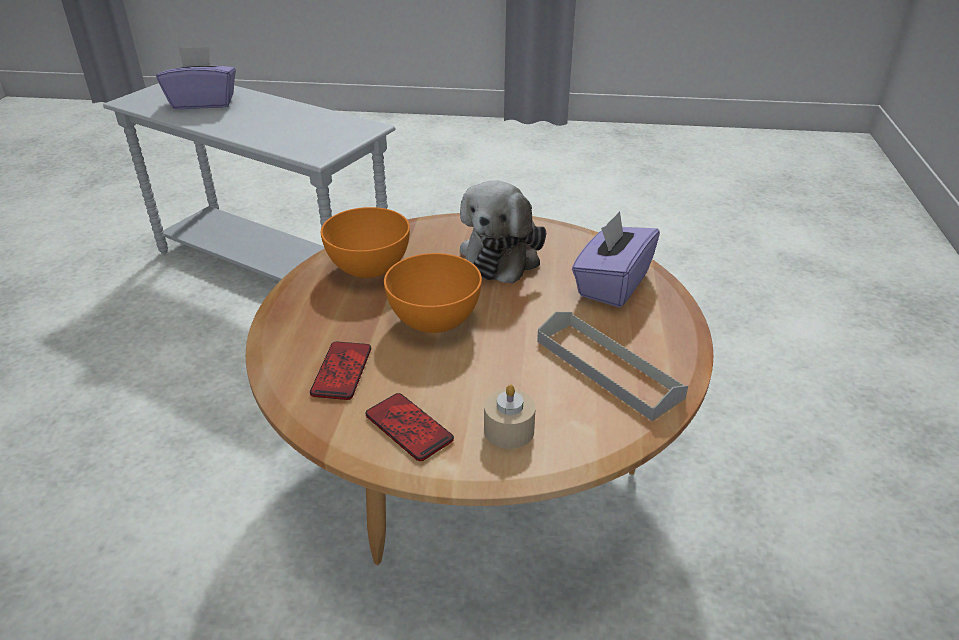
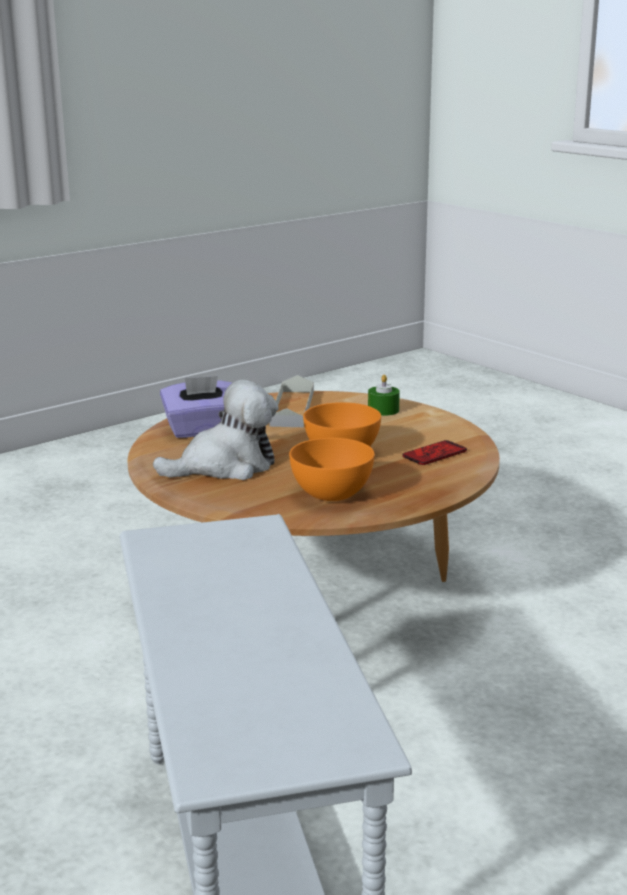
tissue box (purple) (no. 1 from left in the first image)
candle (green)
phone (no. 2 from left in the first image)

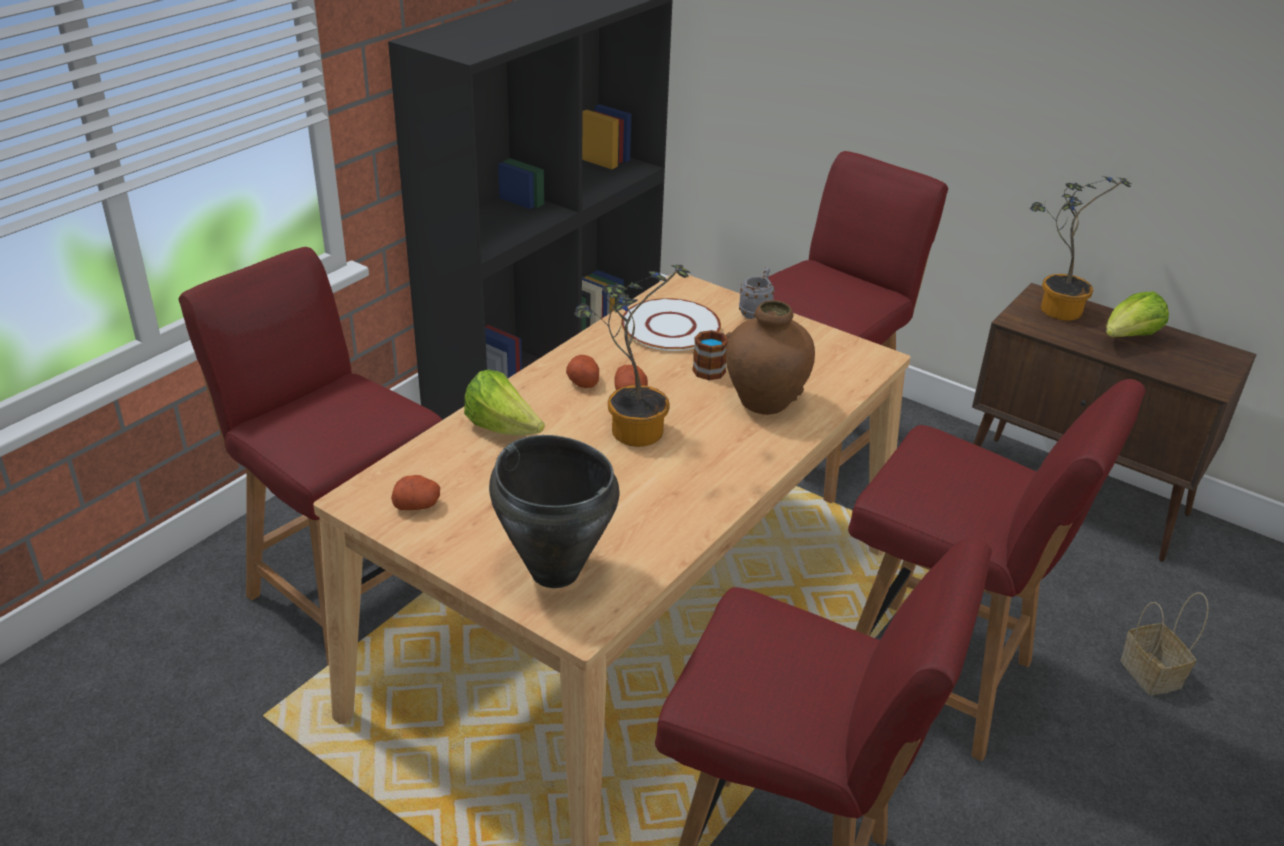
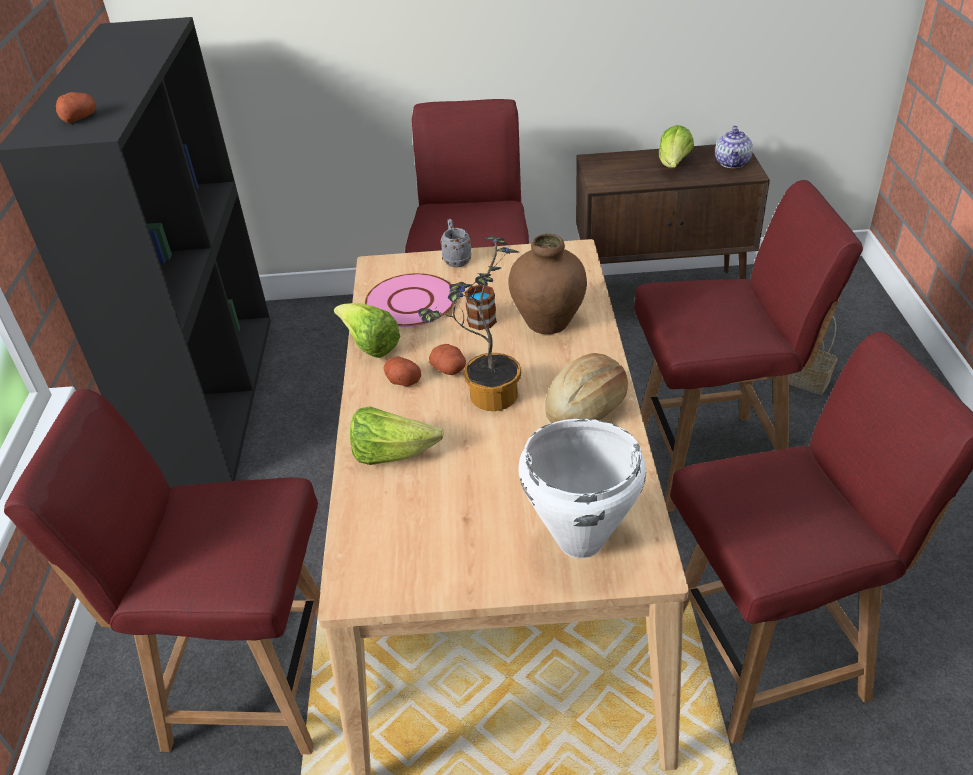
potted plant (no. 2 from left in the first image)
plate (pink)
cooking pot (white)
potato (no. 1 from left)
teapot
lettuce (no. 1 from left)
bread

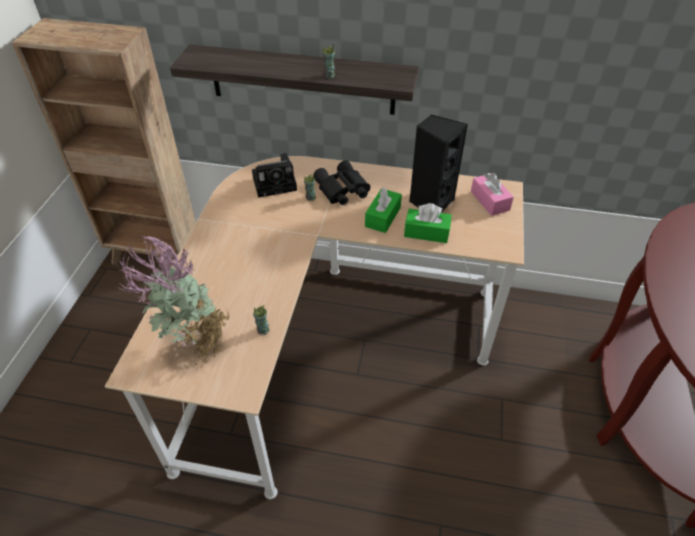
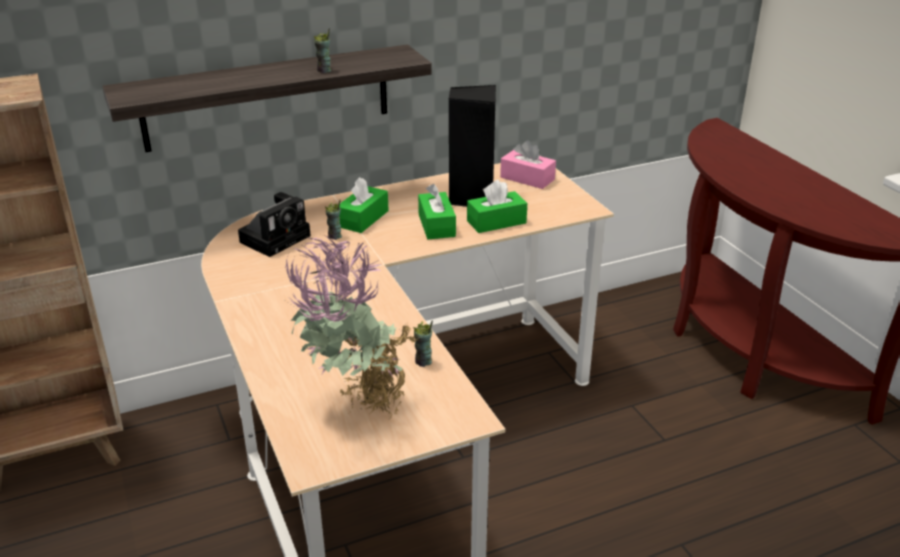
tissue box (green) (no. 1 from left)

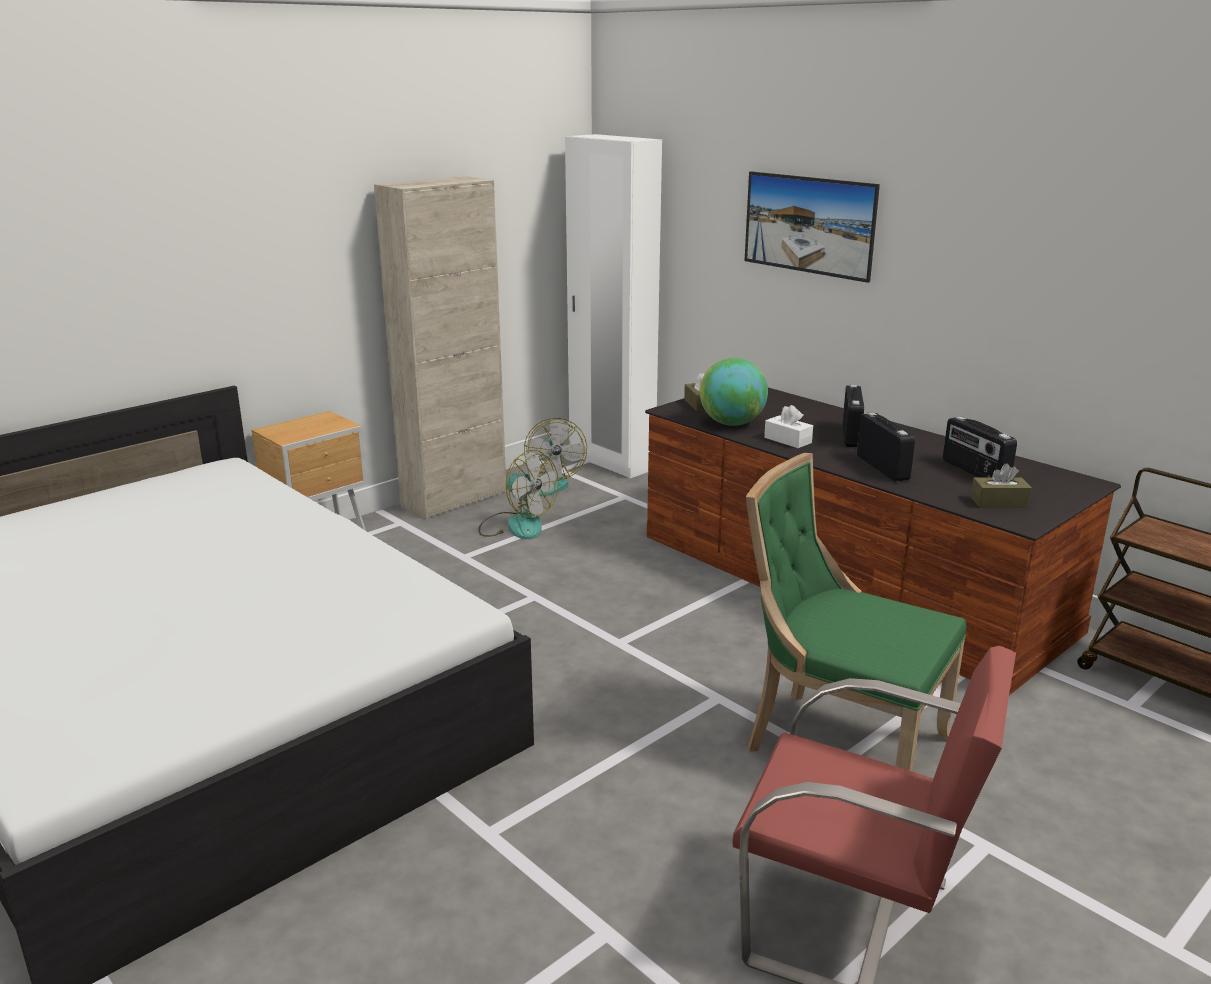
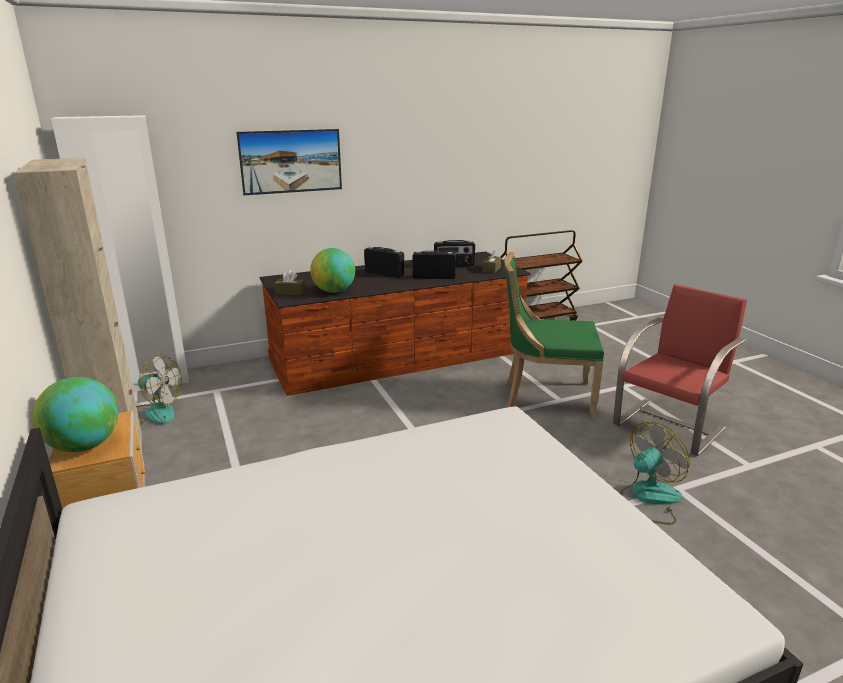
tissue box (white)
fan (no. 2 from left)
chair (green)
globe (no. 1 from left)

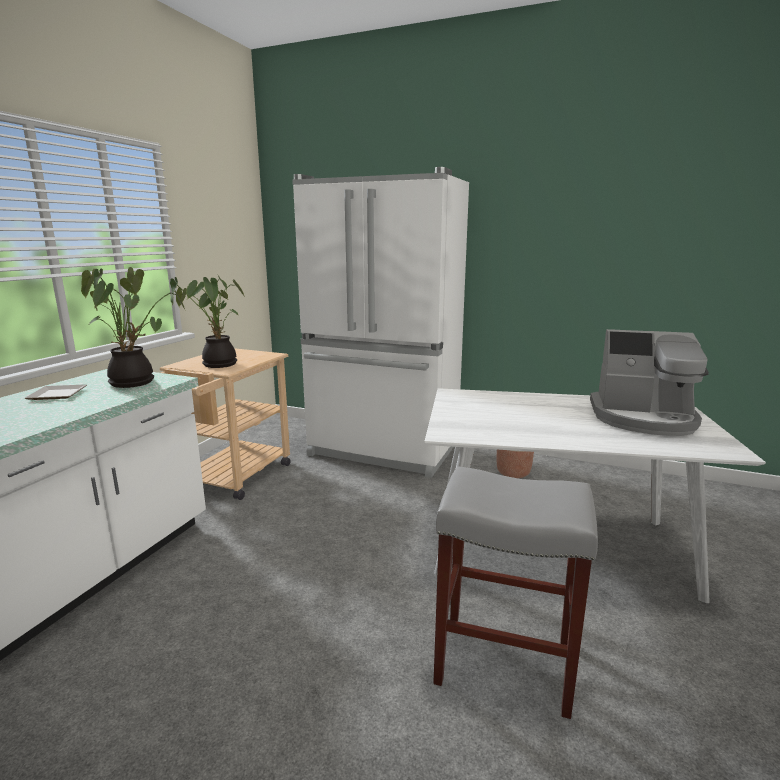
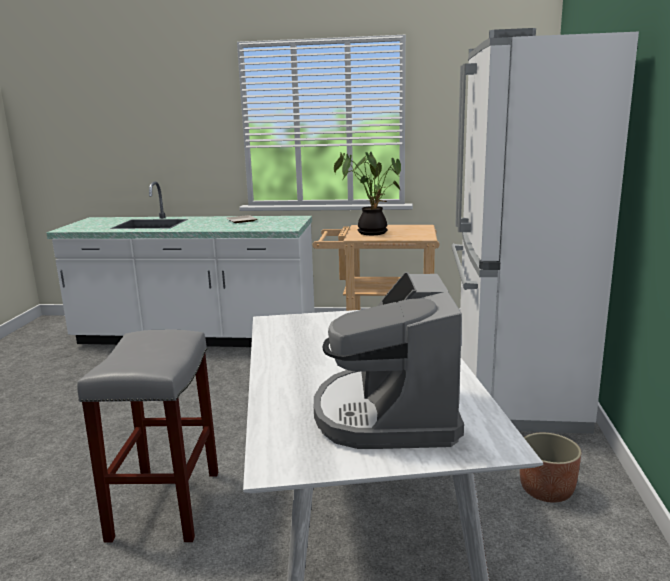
potted plant (no. 1 from left in the first image)

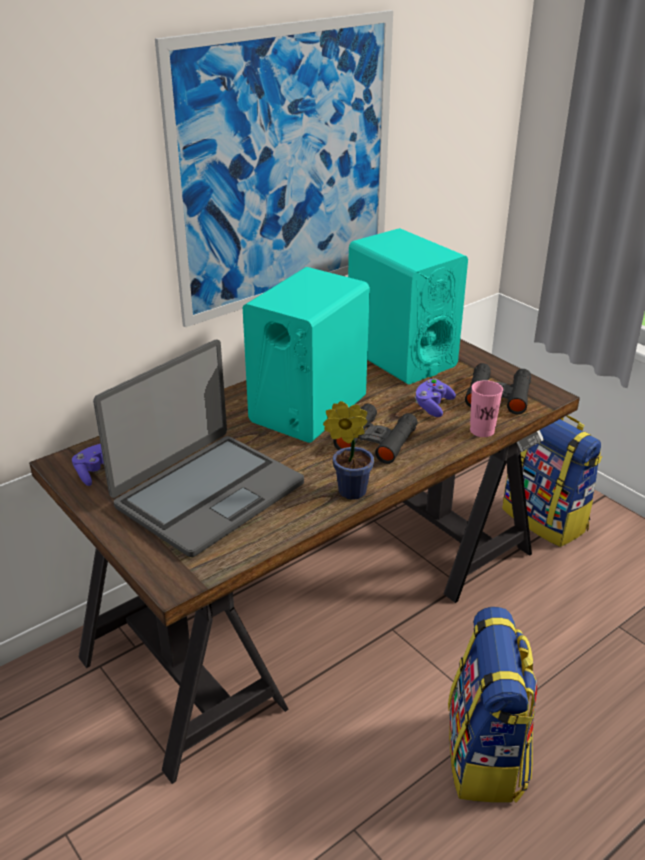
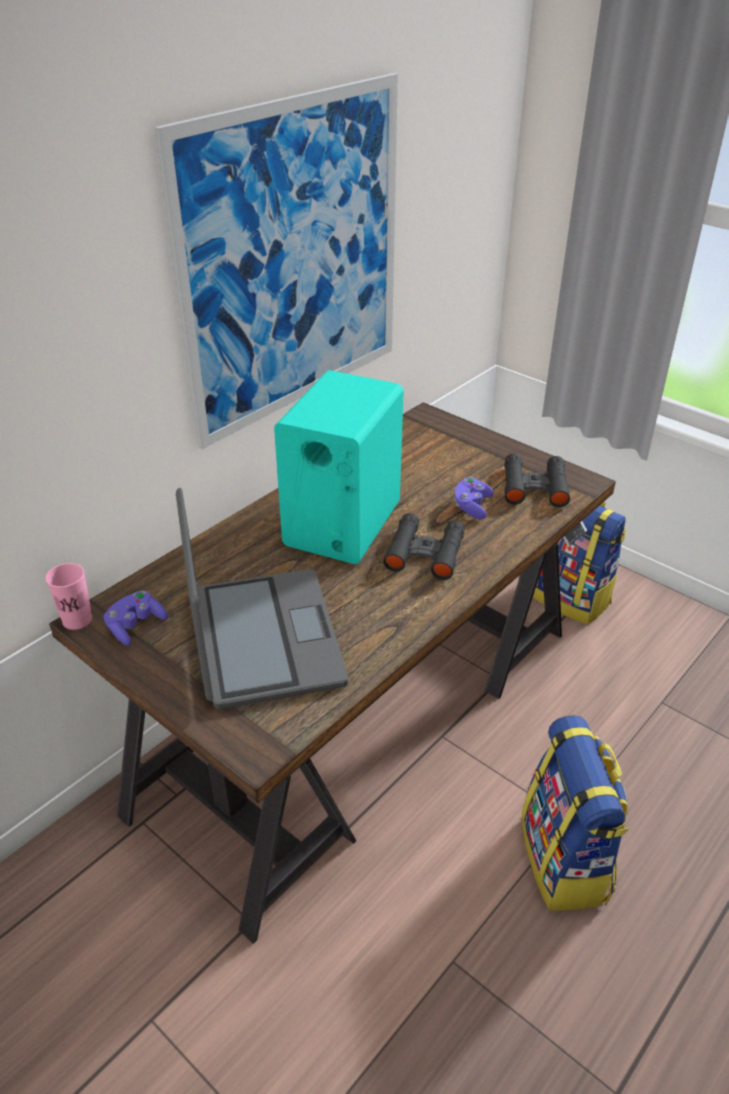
speaker (turquoise) (no. 2 from left in the first image)
laptop
cup (pink)
potted plant

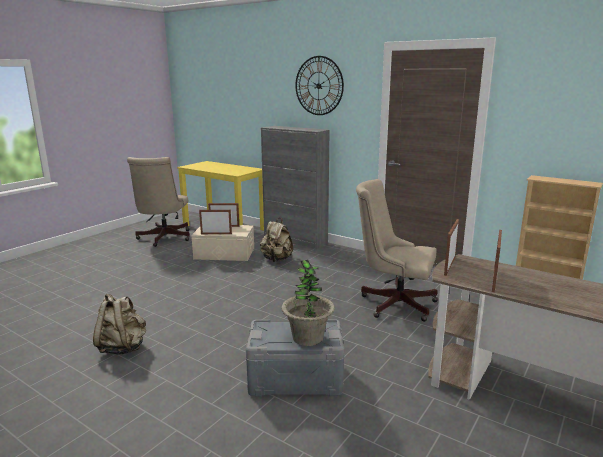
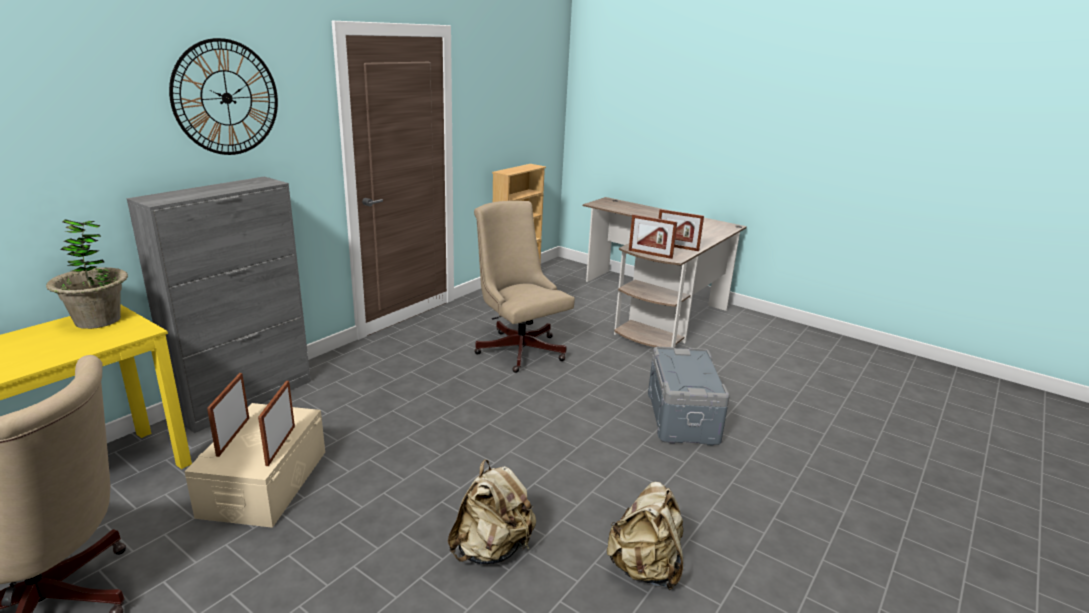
office chair (beige) (no. 2 from left)
backpack (beige) (no. 1 from left)
potted plant

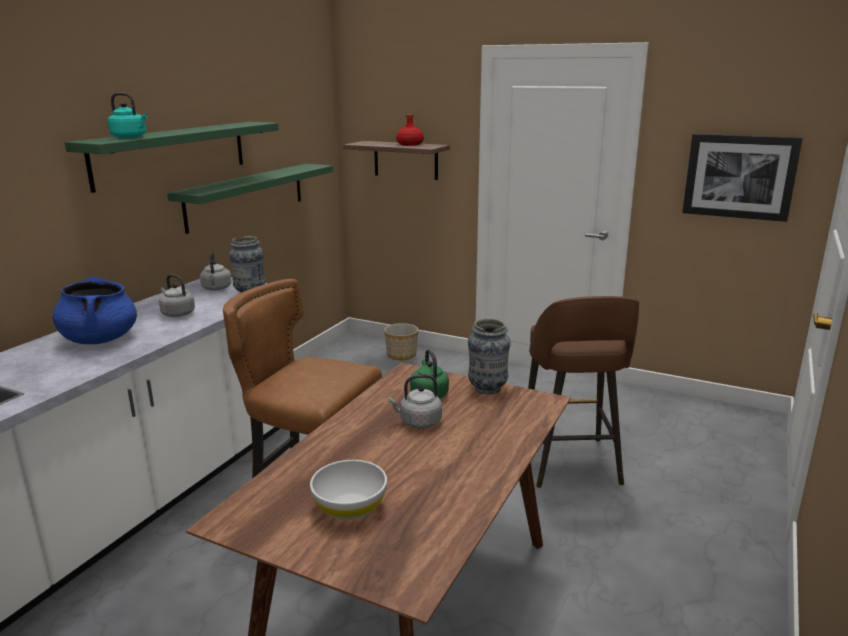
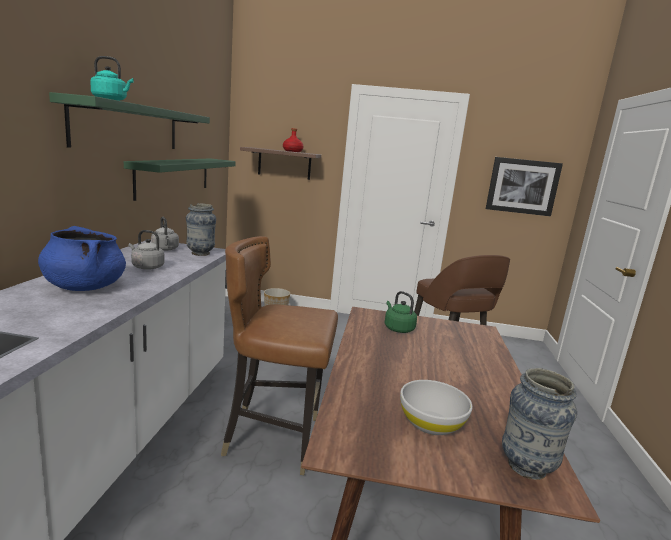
vase (no. 2 from left)
kettle (grey) (no. 3 from left in the first image)

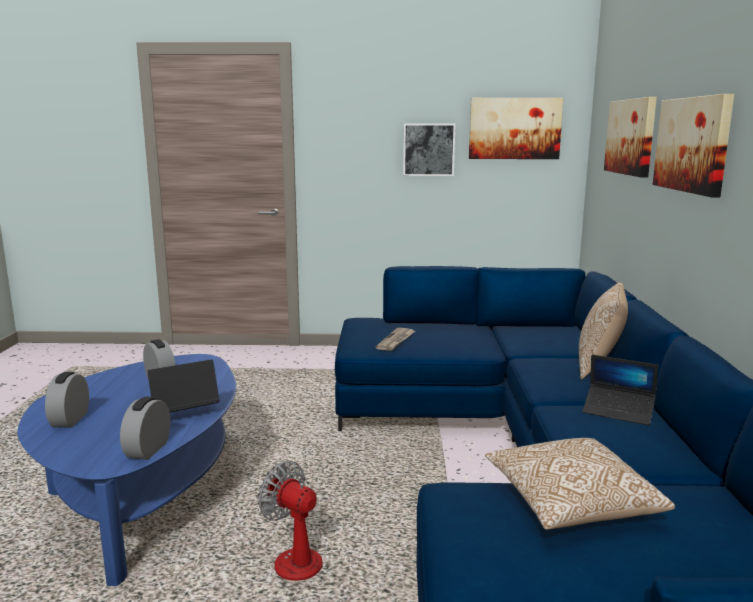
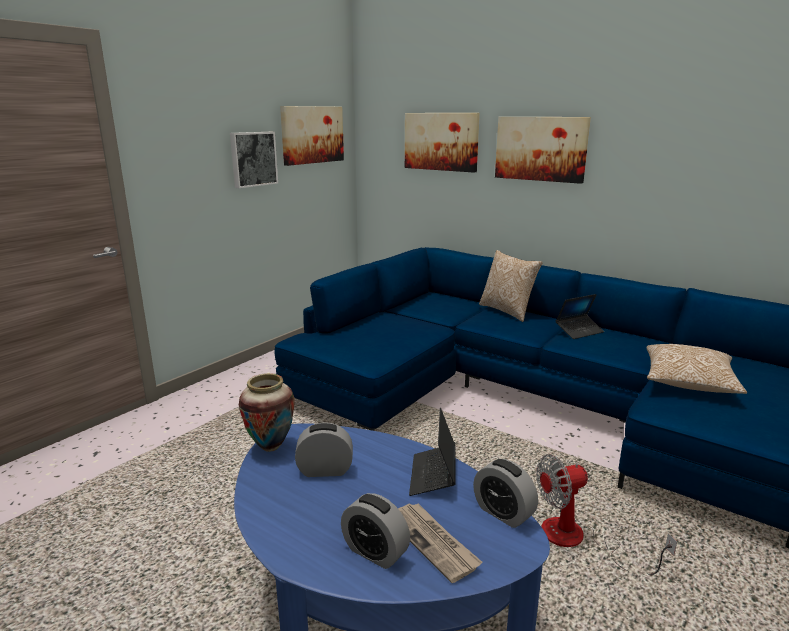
newspaper
vase

